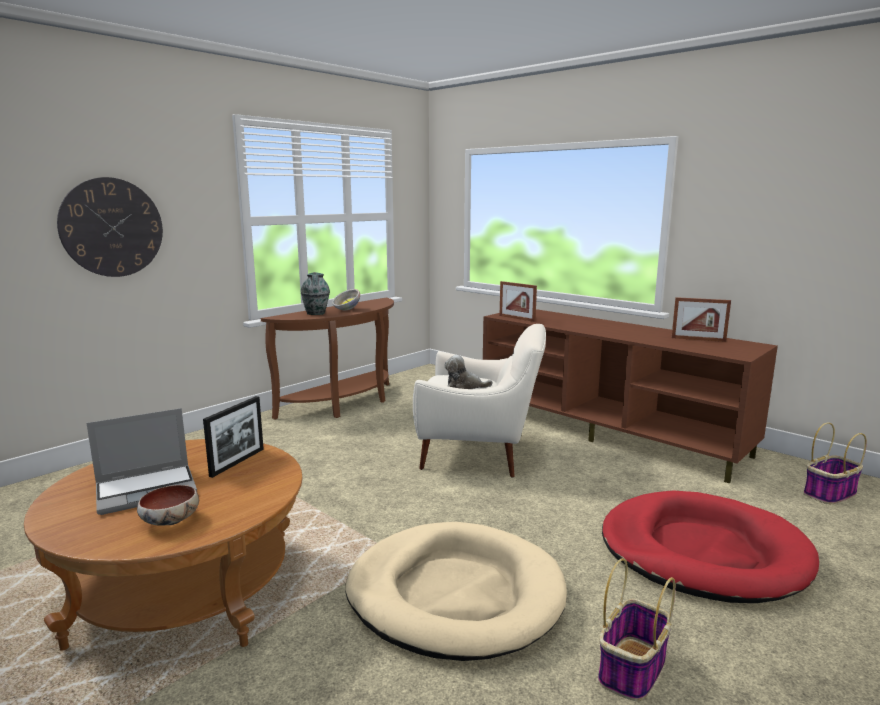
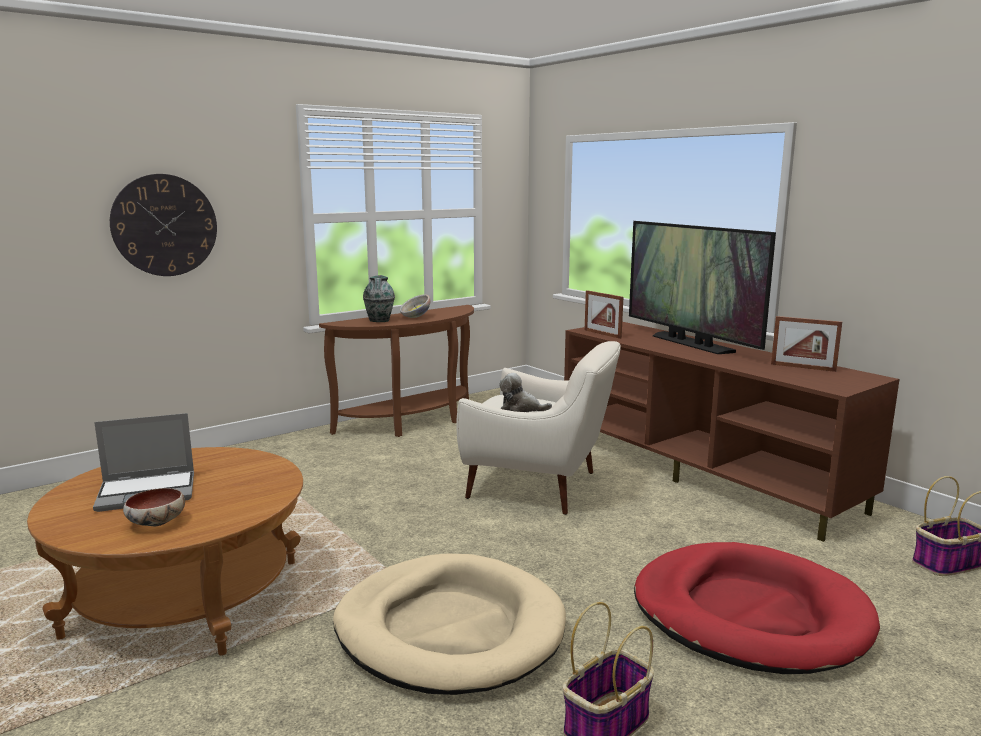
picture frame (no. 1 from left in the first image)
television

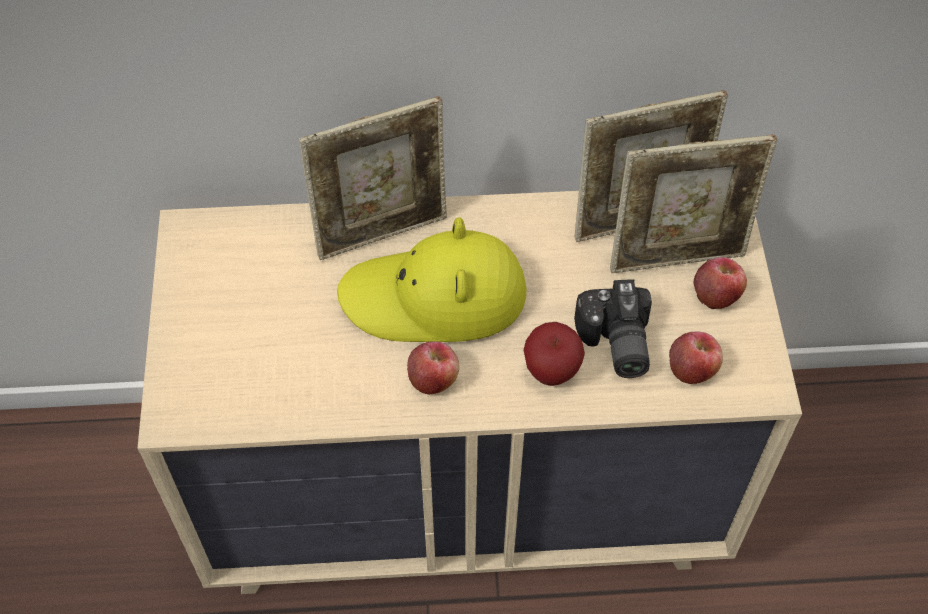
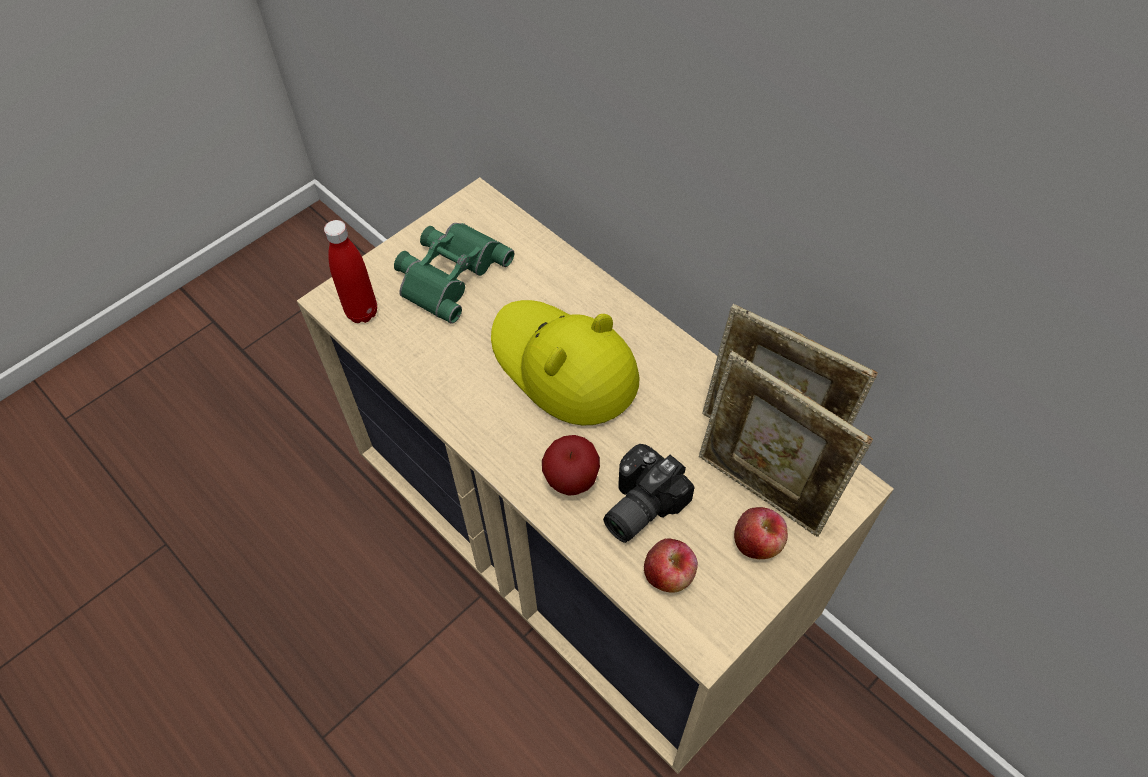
picture frame (no. 1 from left in the first image)
apple (no. 1 from left in the first image)
bottle (red)
binoculars (green)

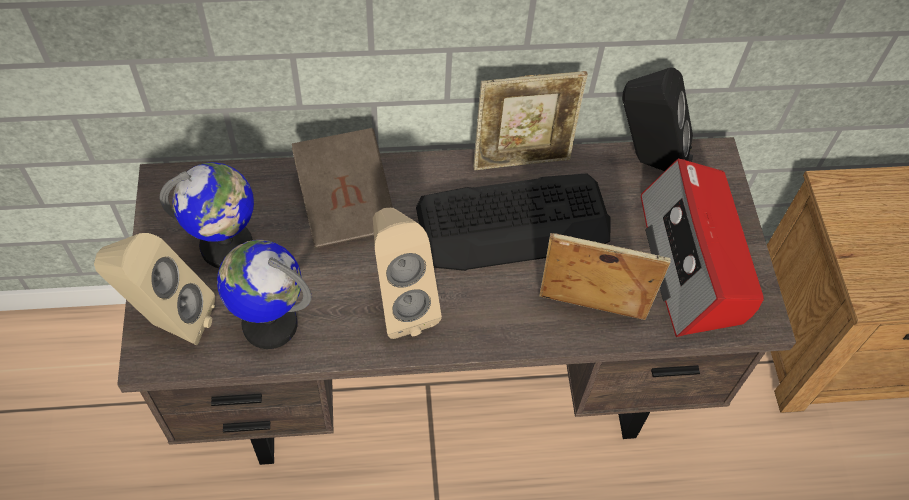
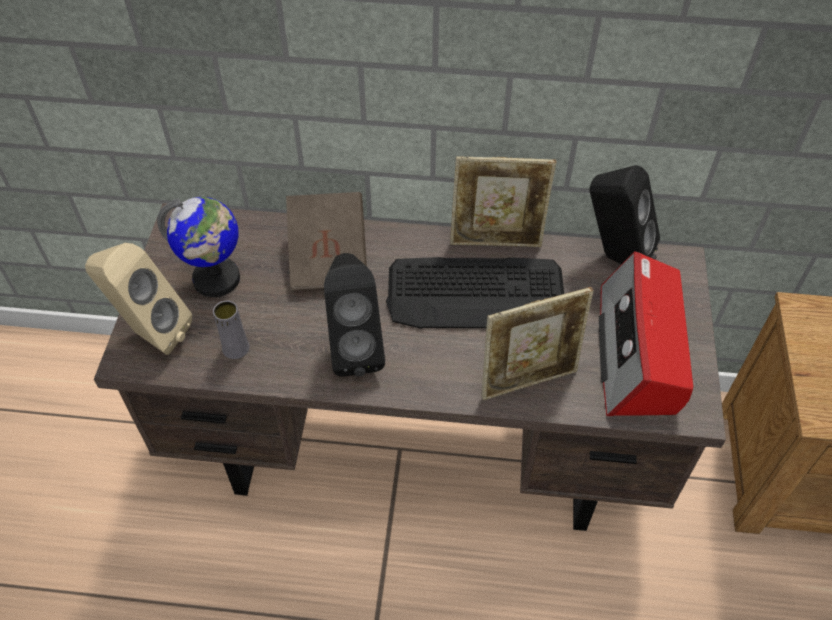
speaker (black) (no. 1 from left)
picture frame (no. 2 from left)
vase (grey)

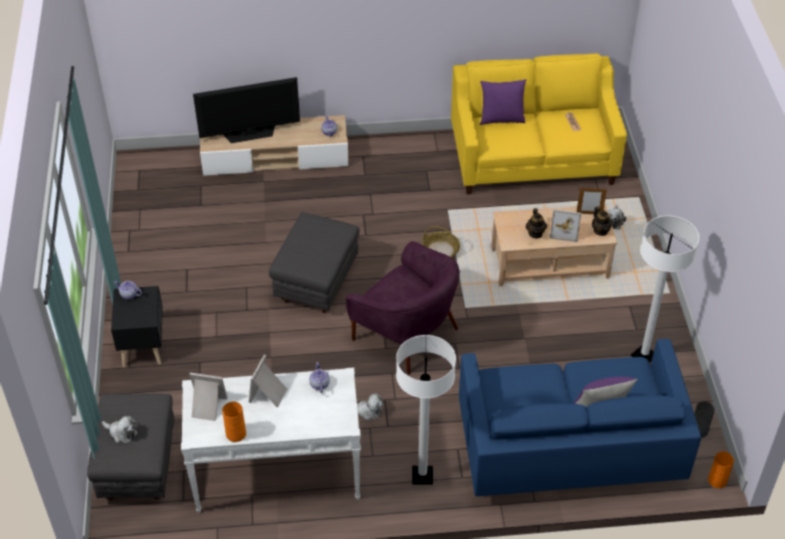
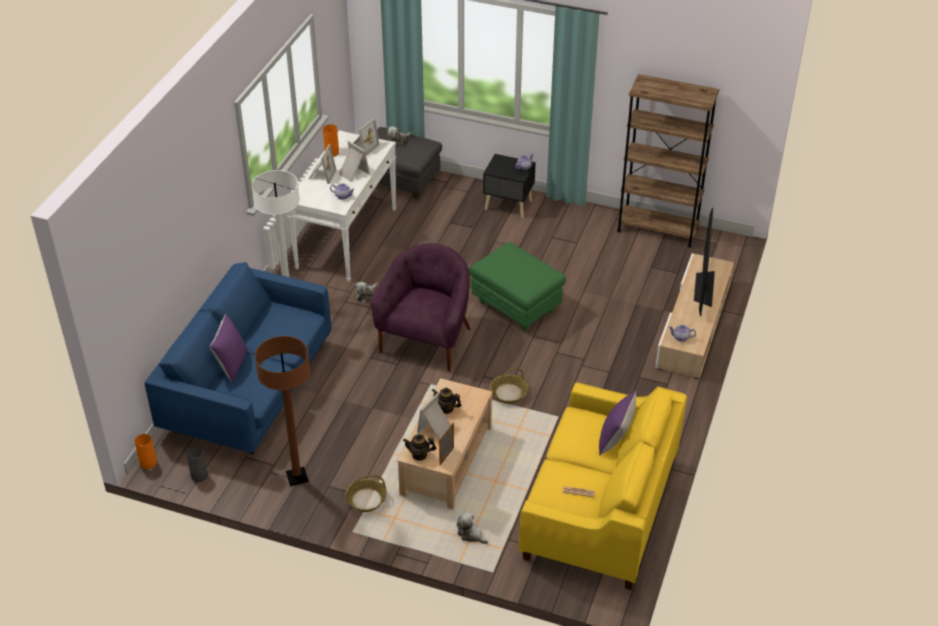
ottoman (green)
floor lamp (brown)
armchair (purple)
bookcase (brown)
picture frame (no. 1 from left)
basket (no. 1 from left)

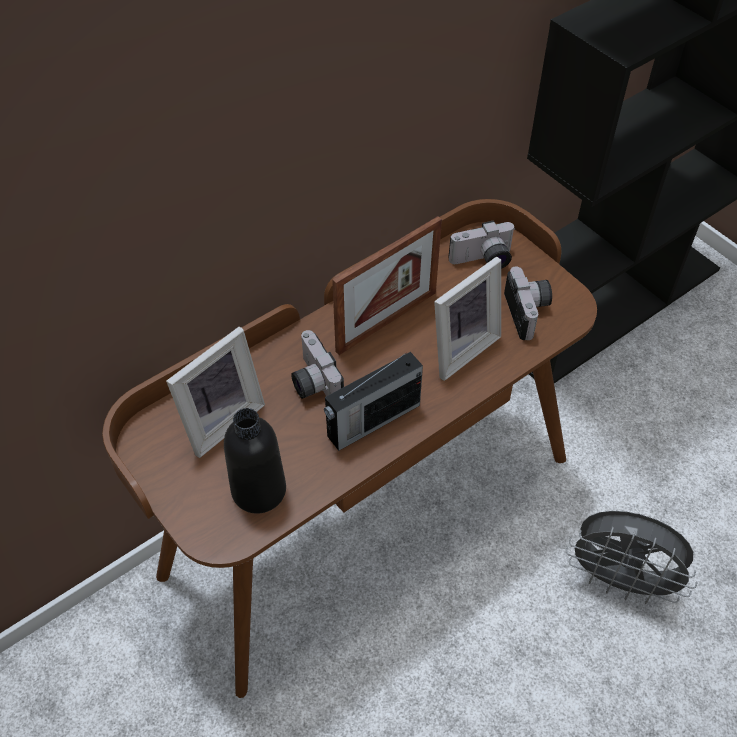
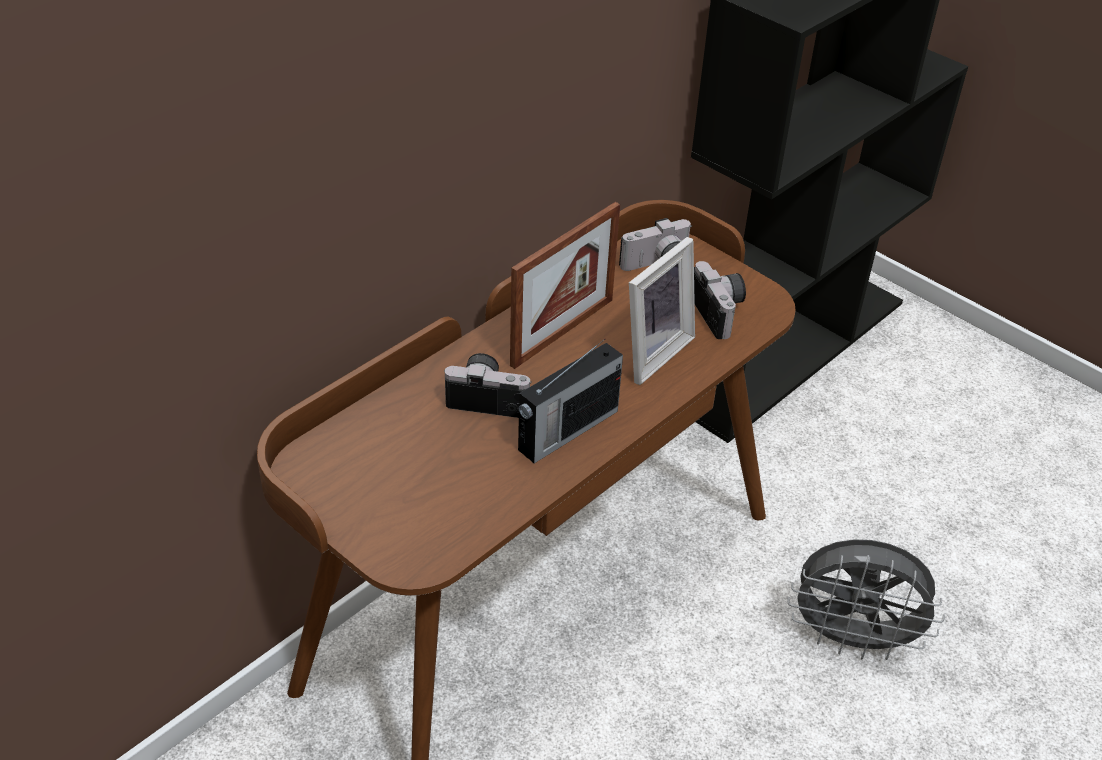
picture frame (no. 1 from left in the first image)
photo camera (no. 1 from left)
bottle (black)

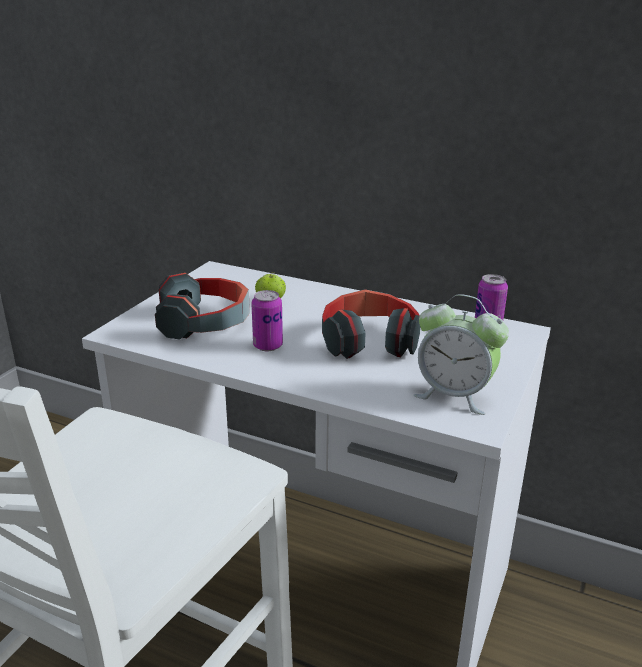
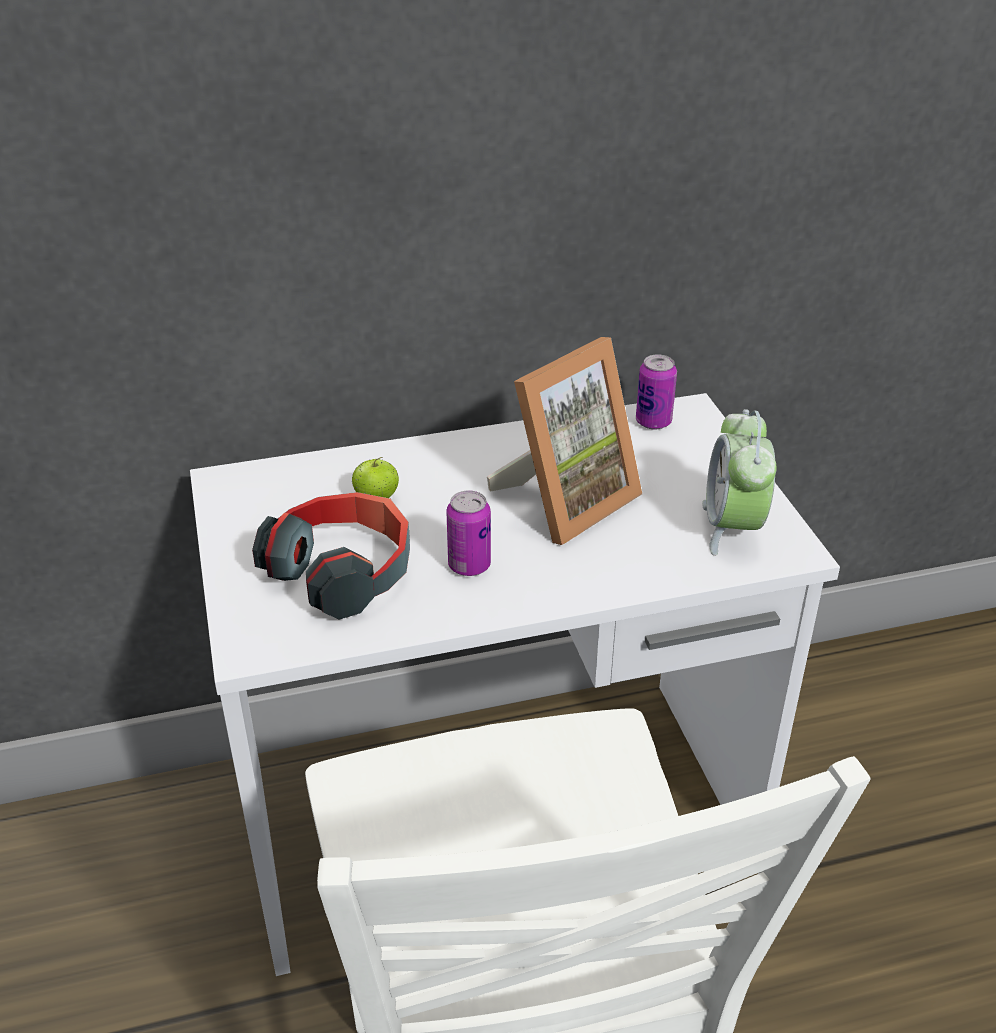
picture frame
alarm clock

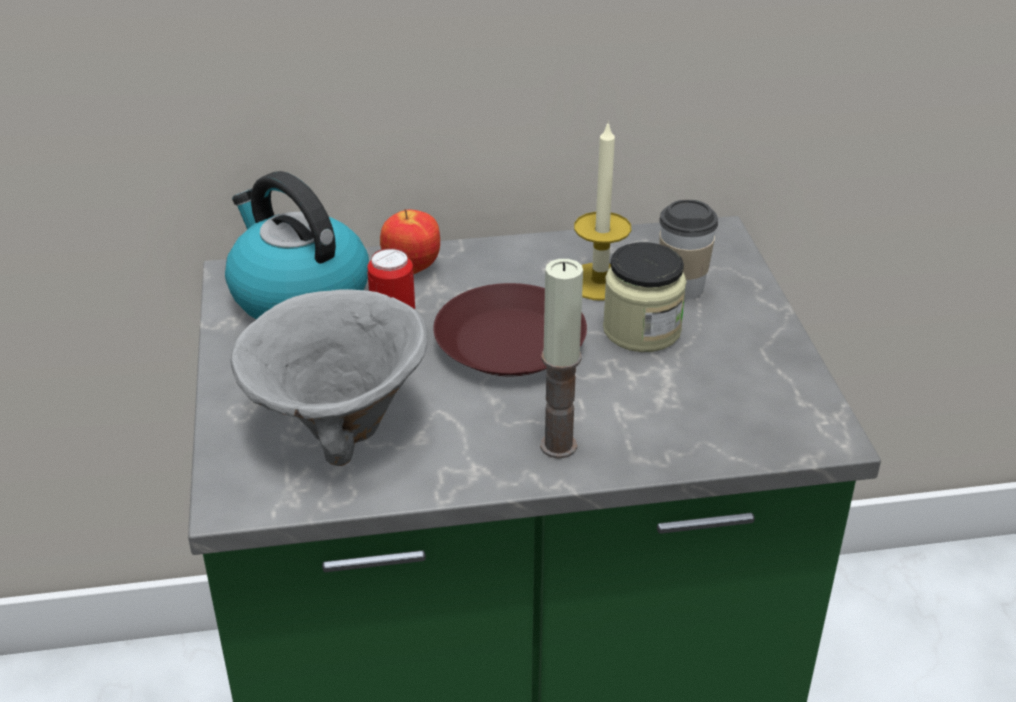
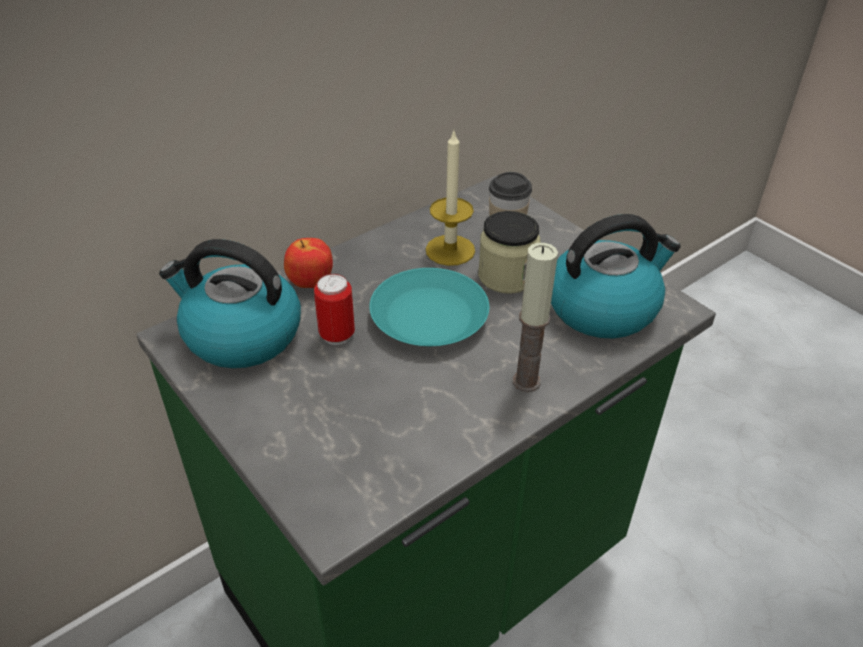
plate (turquoise)
bowl (grey)
kettle (no. 2 from left)

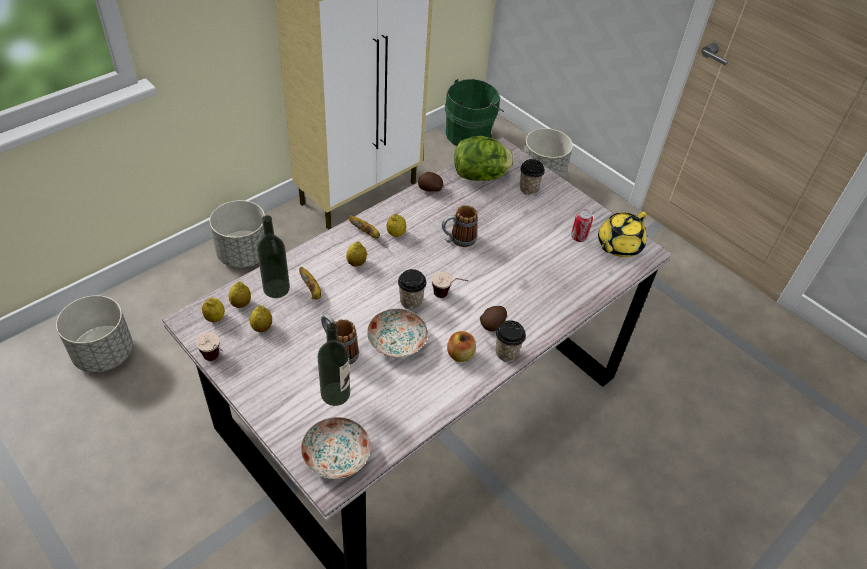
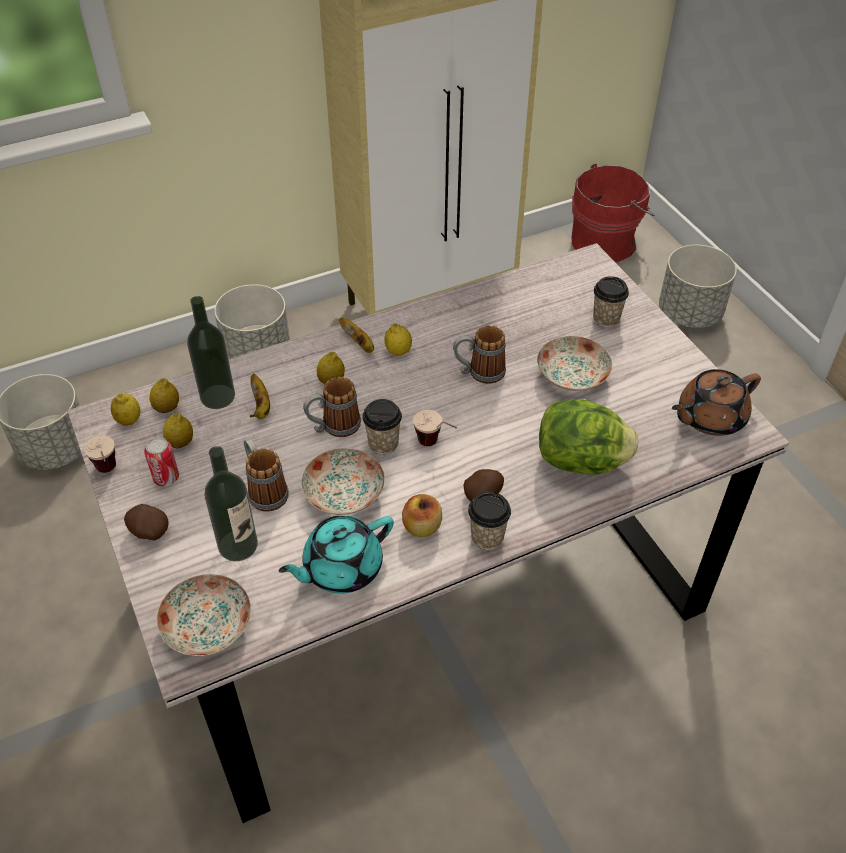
bucket (red)
lettuce
potato (no. 1 from left)
can
teapot (brown)
plate (no. 3 from left)
mug (no. 2 from left)
teapot (turquoise)

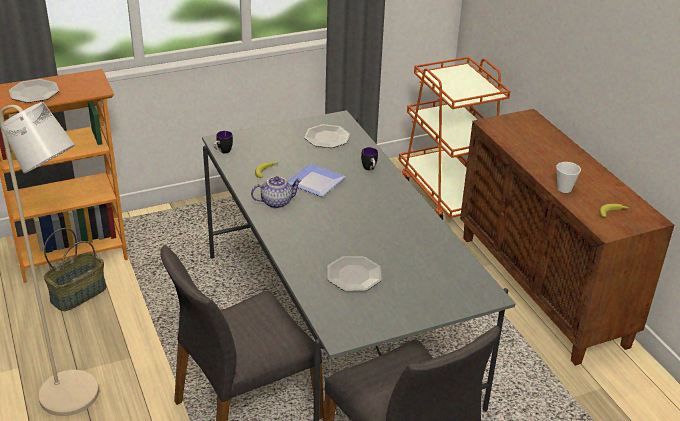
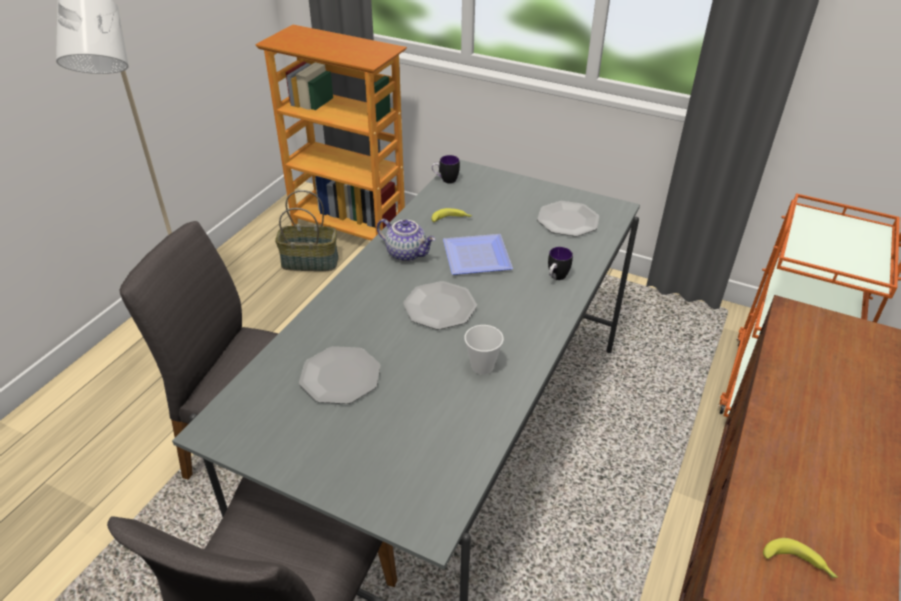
plate (no. 2 from left)
cup

